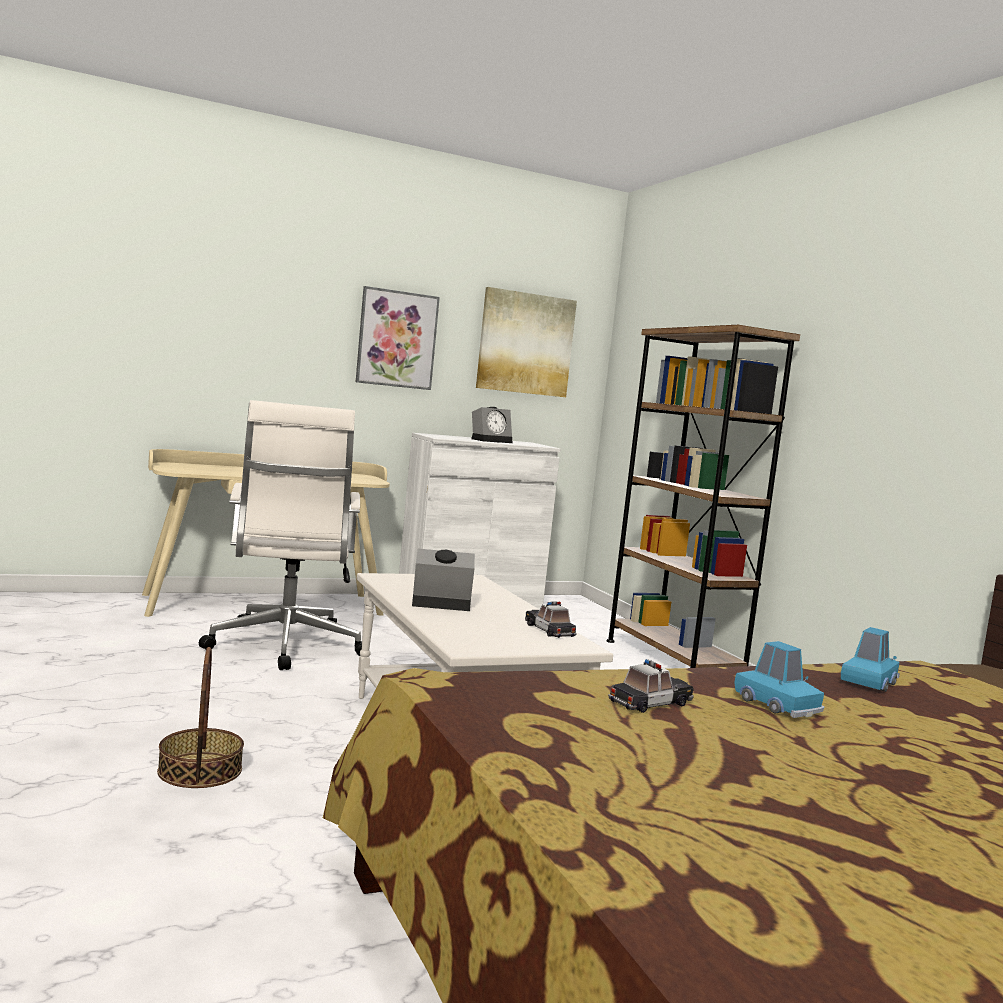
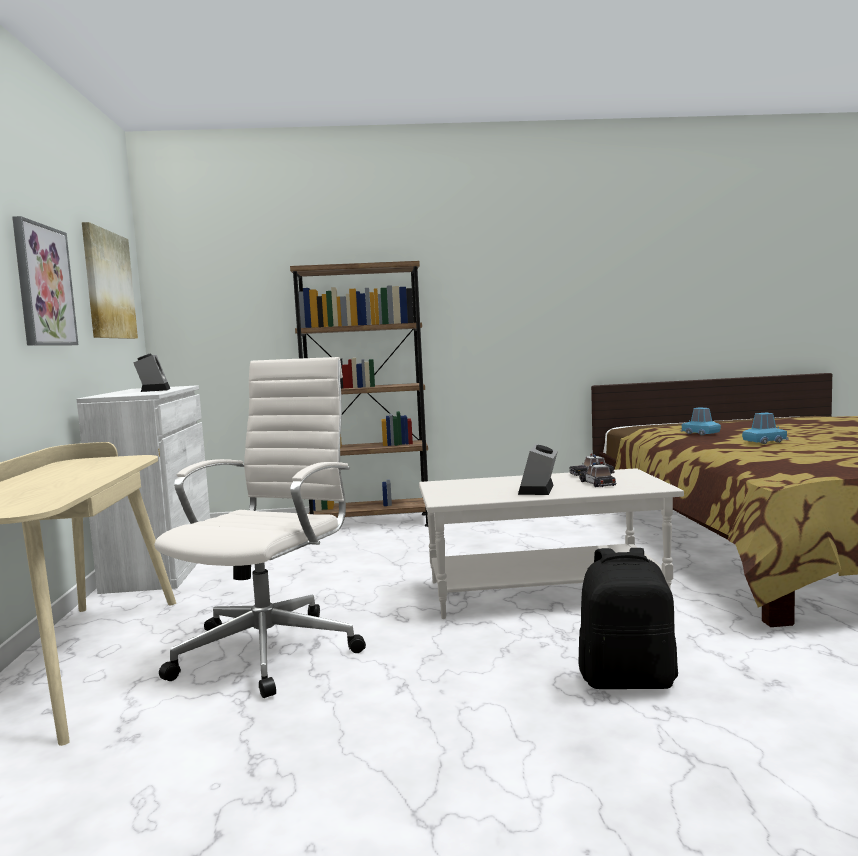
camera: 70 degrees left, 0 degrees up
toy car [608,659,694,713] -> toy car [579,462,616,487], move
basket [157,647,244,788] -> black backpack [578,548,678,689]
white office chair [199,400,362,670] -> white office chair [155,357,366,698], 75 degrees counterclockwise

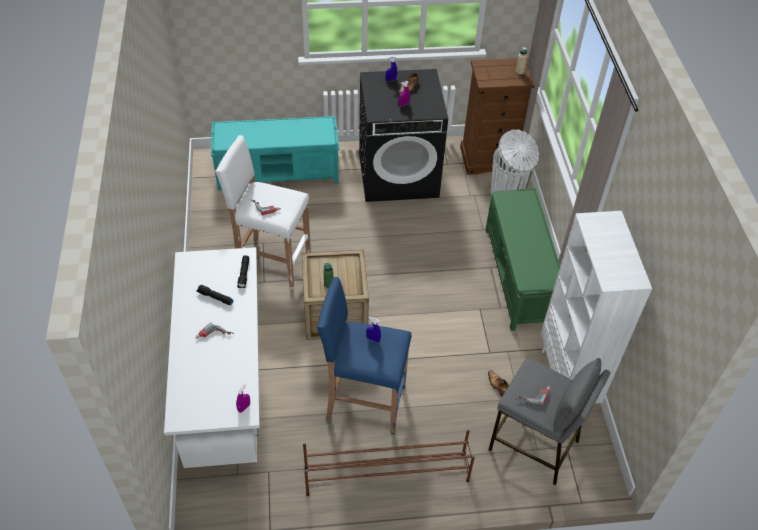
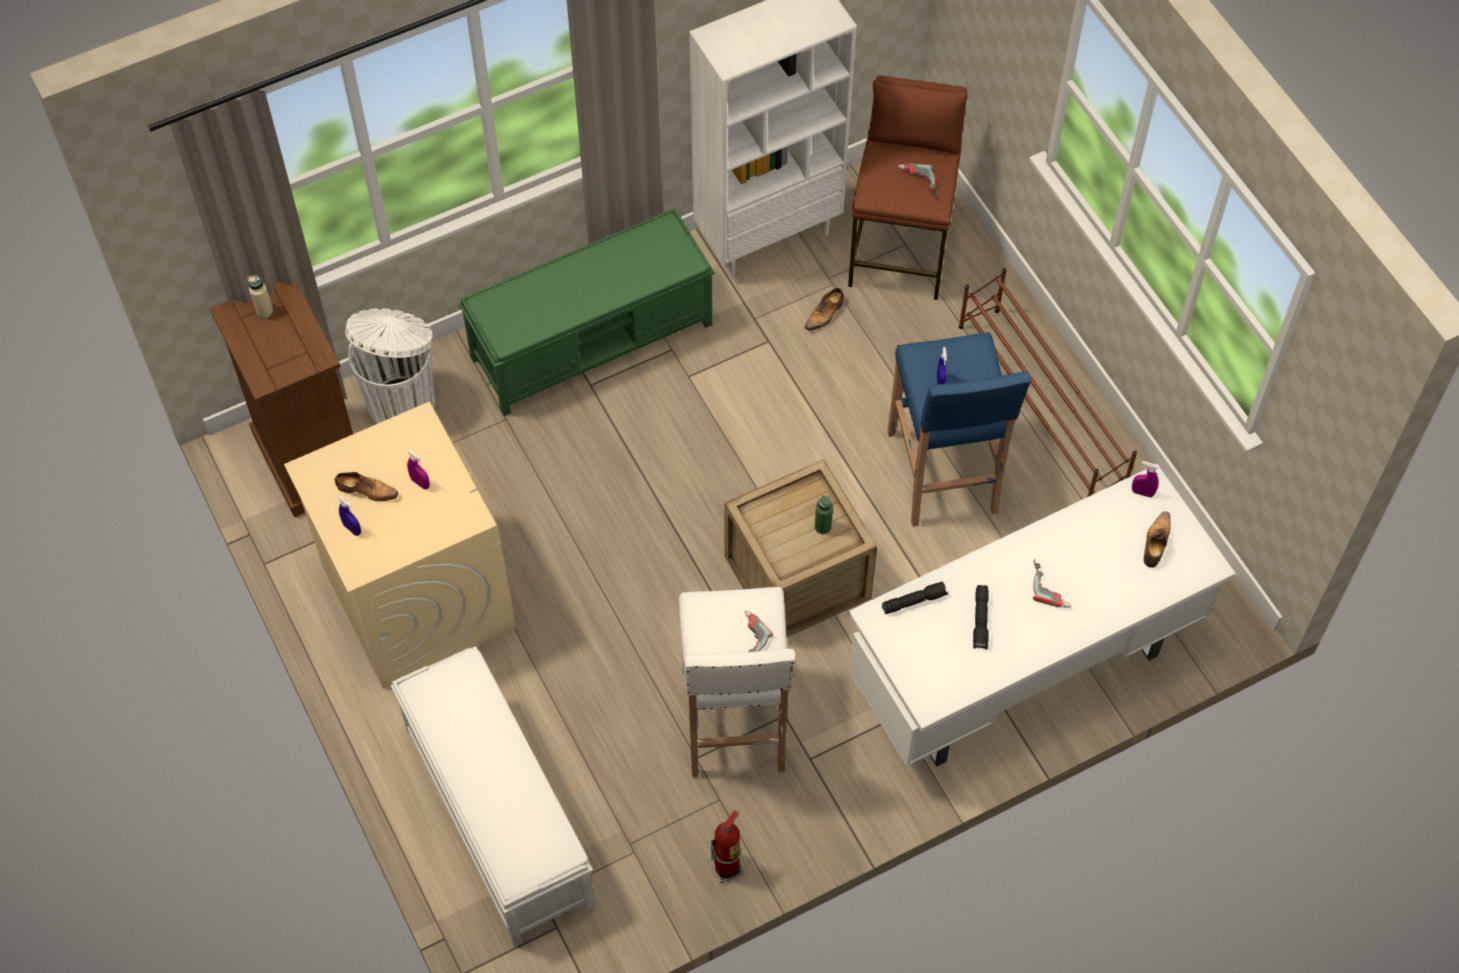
camera: 110 degrees left, 10 degrees up
none -> fire extinguisher [710,810,744,883]
none -> shoe [1144,511,1171,568]
turquoise bench [211,116,339,190] -> white bench [391,646,595,947]
black washing machine [359,69,448,202] -> beige washing machine [284,402,516,689]
grey stool [489,357,610,485] -> brown stool [848,75,968,300]

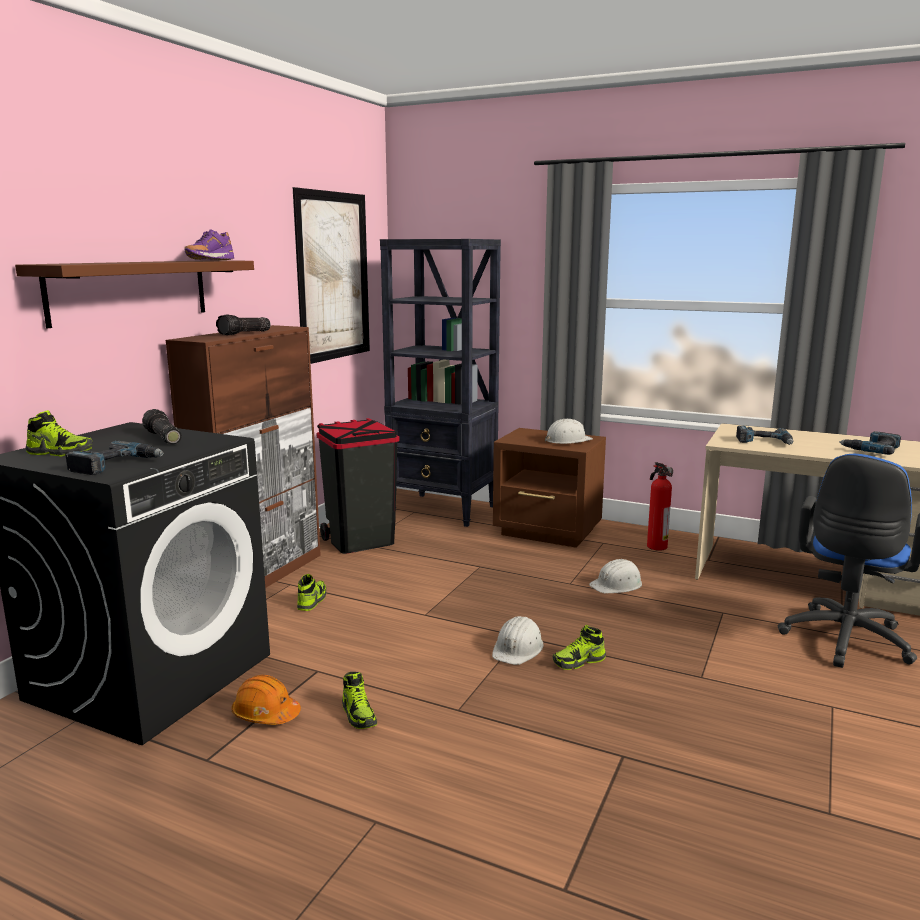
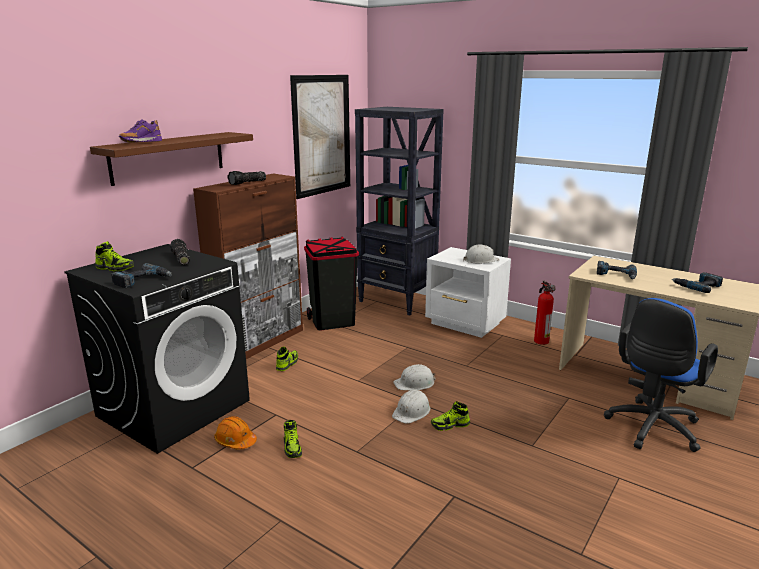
camera: 10 degrees right, 5 degrees up
purple shoe [185,229,234,260] -> purple shoe [119,119,162,143], move
white hard hat [589,559,642,593] -> white hard hat [394,364,435,390], move
brown nightstand [493,428,606,548] -> white nightstand [425,247,511,338]

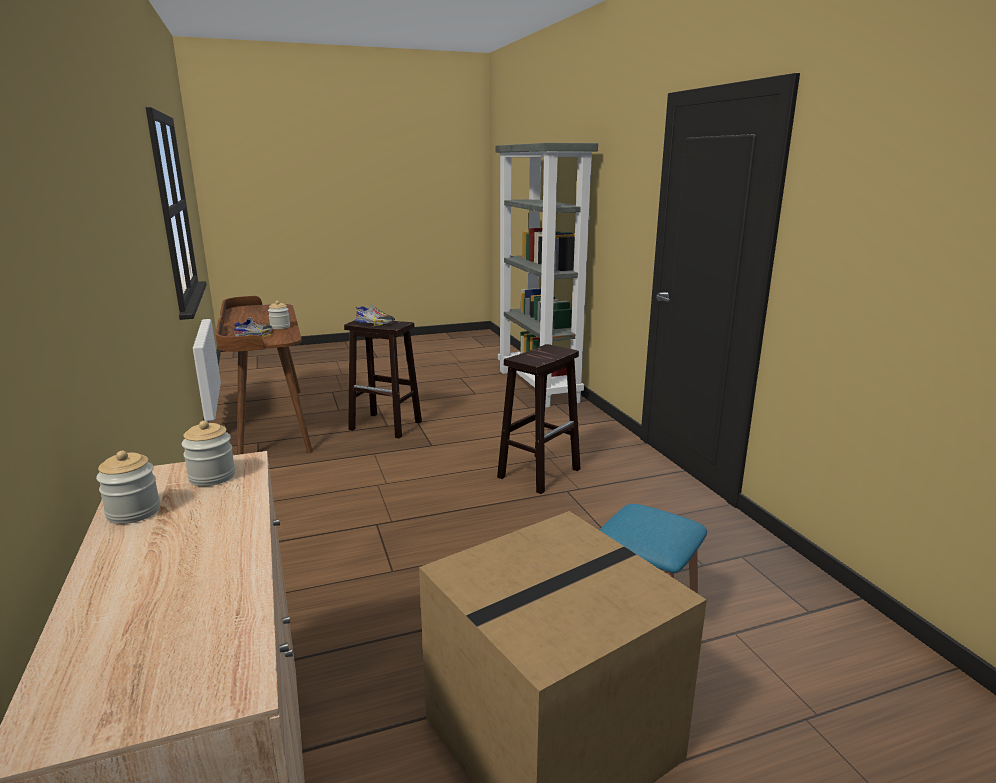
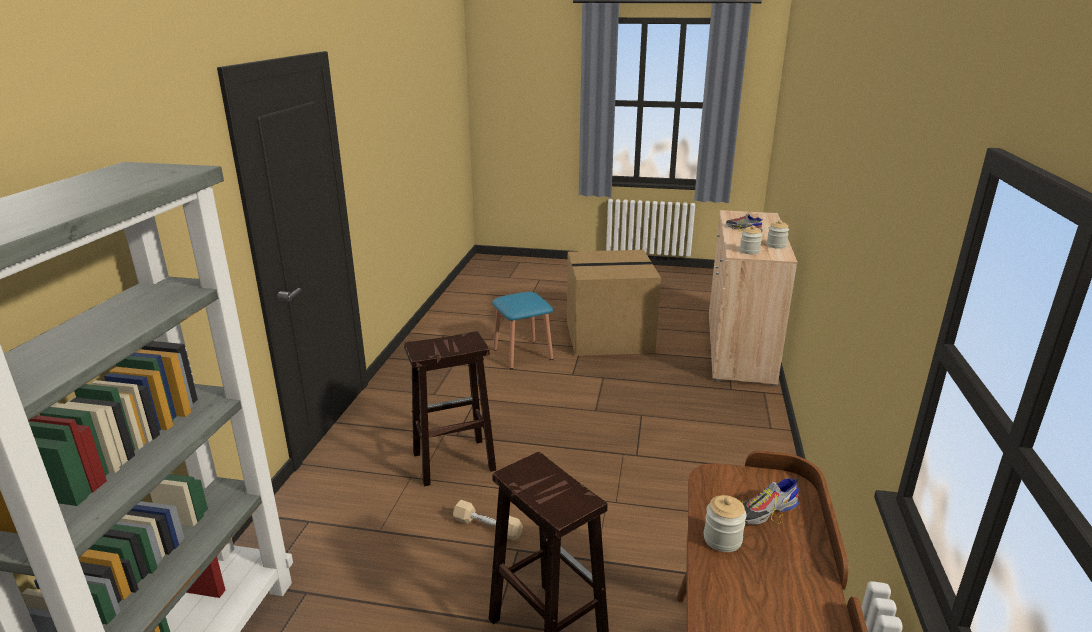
camera: 150 degrees left, 5 degrees up
none -> beige dumbbell [453,500,523,540]
shoe [356,305,395,326] -> shoe [726,213,763,232], move

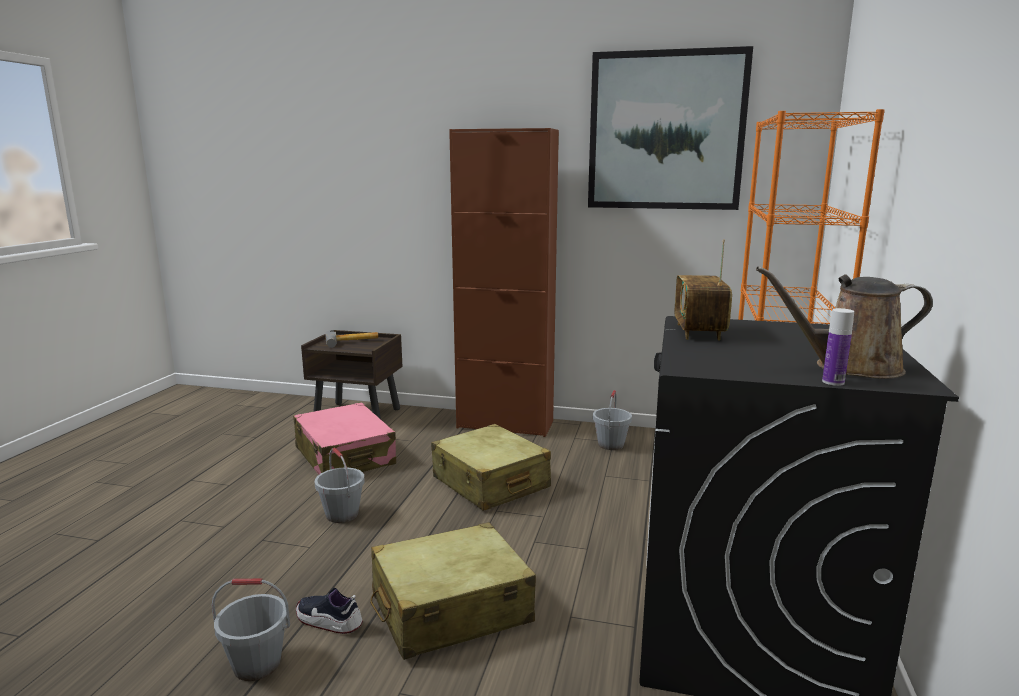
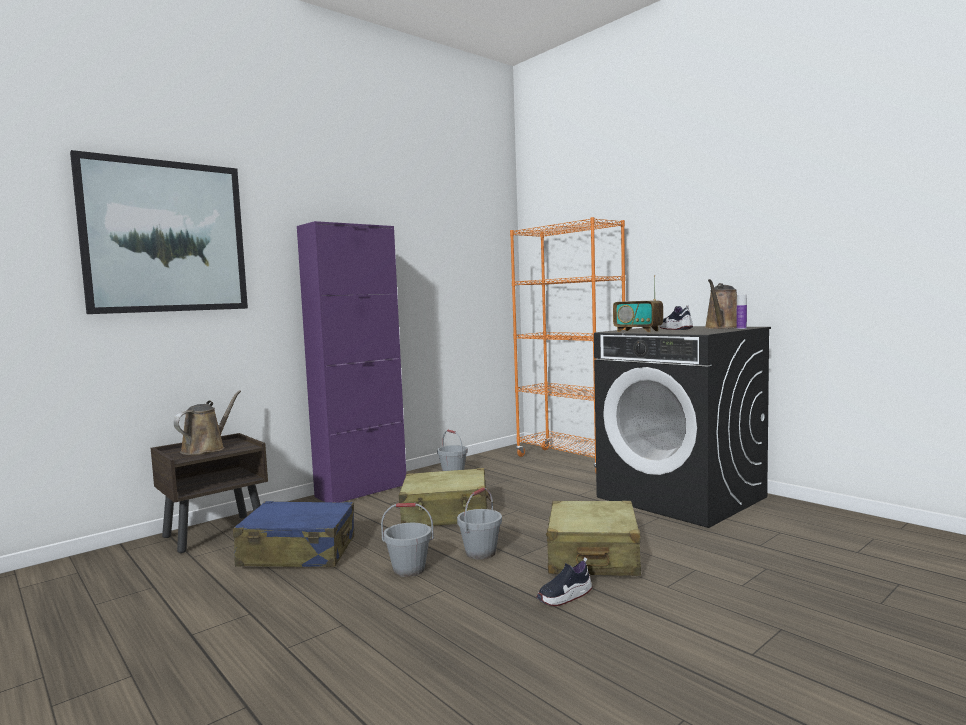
camera: 55 degrees left, 10 degrees down
none -> shoe [660,306,693,330]
grey bucket [212,579,290,681] -> grey bucket [457,487,502,559], move
picture [588,46,753,210] -> picture [70,150,248,314], move
hammer [325,330,378,348] -> brown watering can [173,390,241,455]
pink suitcase [293,402,396,475] -> blue suitcase [233,501,354,567]
brown cabinet [449,128,559,437] -> purple cabinet [297,221,406,502]

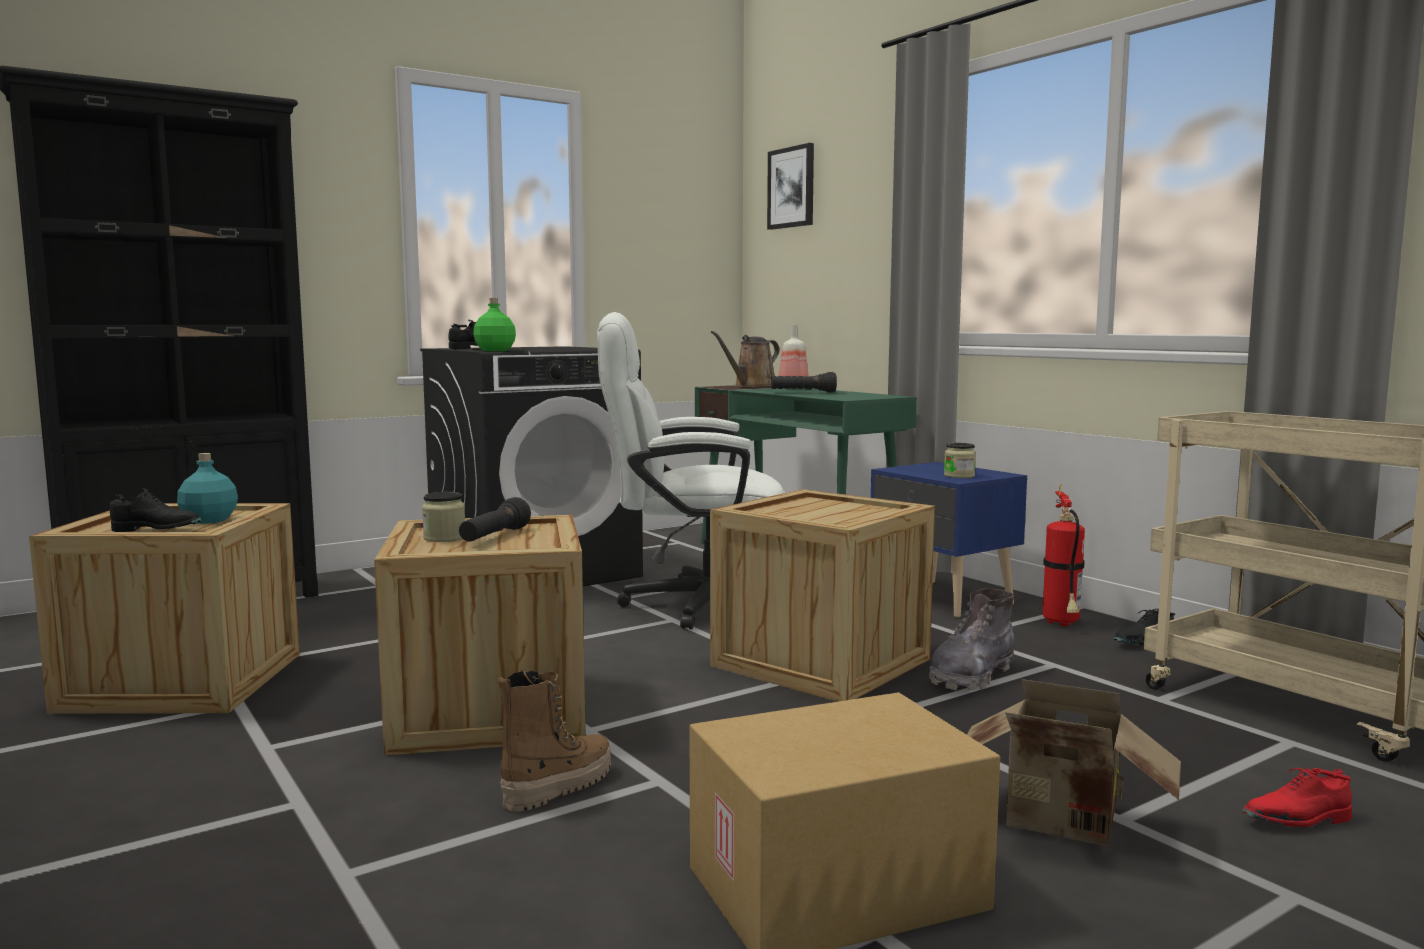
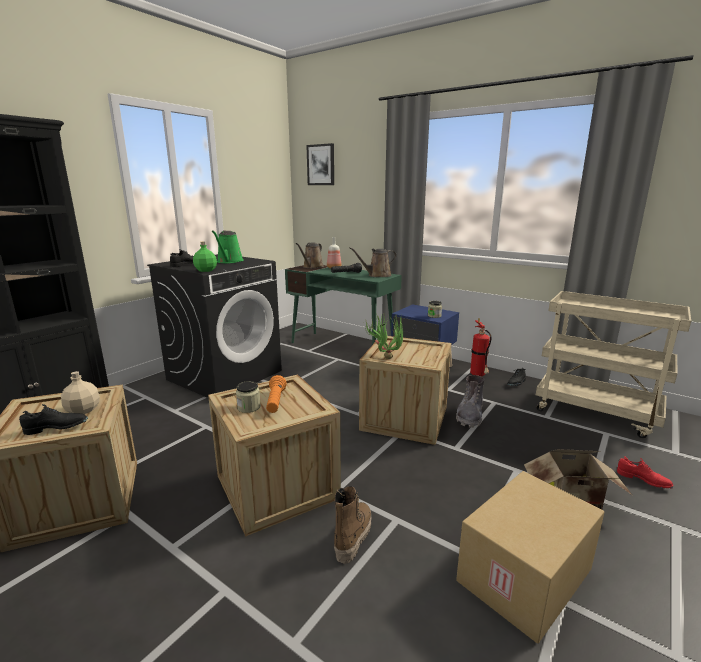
camera: 20 degrees left, 10 degrees up
white office chair [597,312,785,630] -> none
none -> green watering can [212,230,244,263]
none -> brown watering can [350,247,397,277]
none -> potted plant [365,312,403,359]
turquoise bottle [177,453,238,524] -> beige bottle [61,371,100,414]
black flashlight [459,497,531,542] -> orange flashlight [266,375,287,413]
red shoe [1242,768,1352,827] -> red shoe [617,456,674,489], 105 degrees counterclockwise

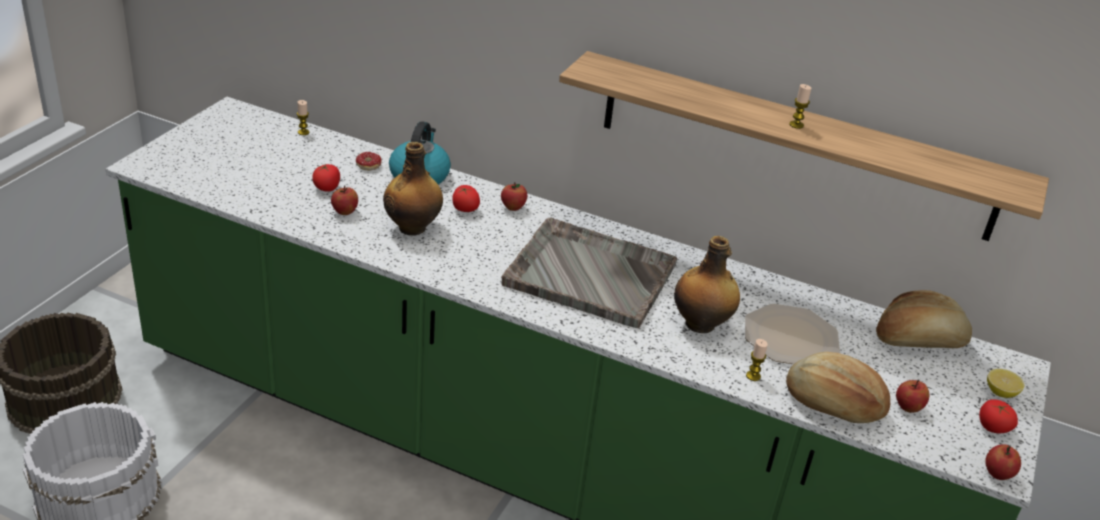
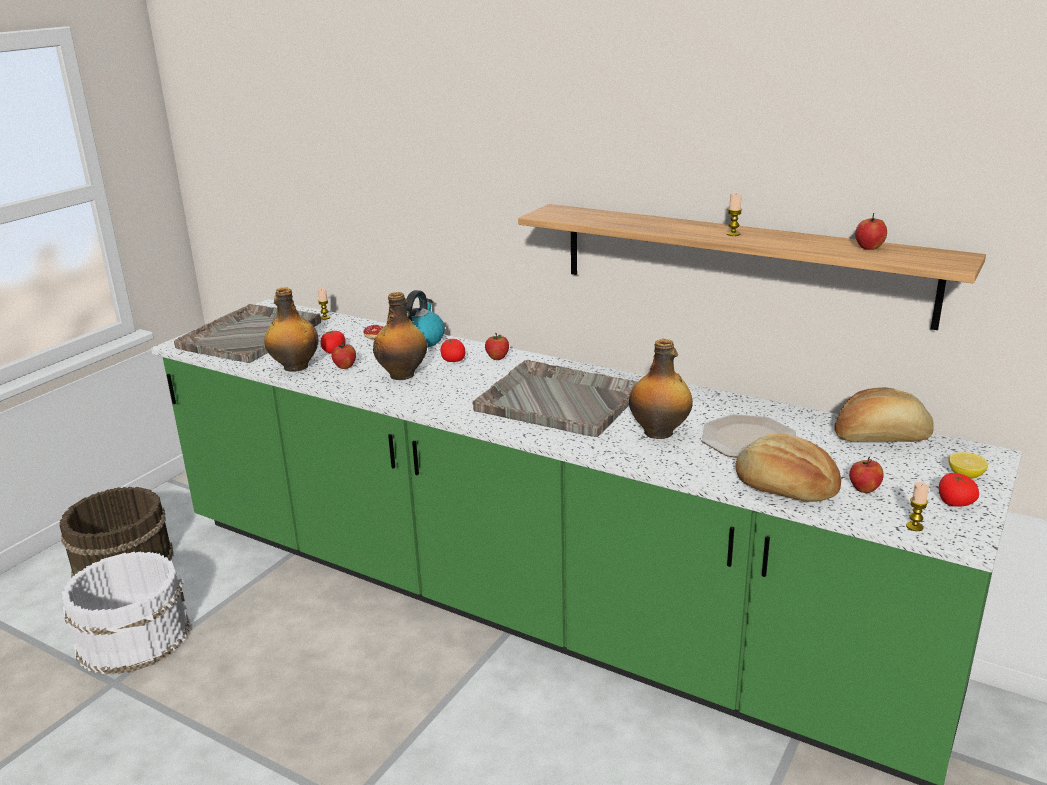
camera: 10 degrees right, 10 degrees down
none -> grey tray [174,304,321,363]
none -> bottle [264,287,318,372]
candle [746,339,768,381] -> candle [906,482,929,531], move
apple [985,444,1021,480] -> apple [855,213,887,250], move

